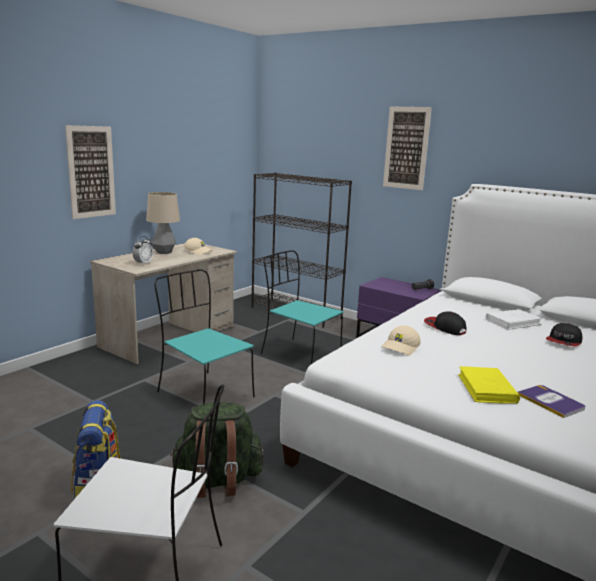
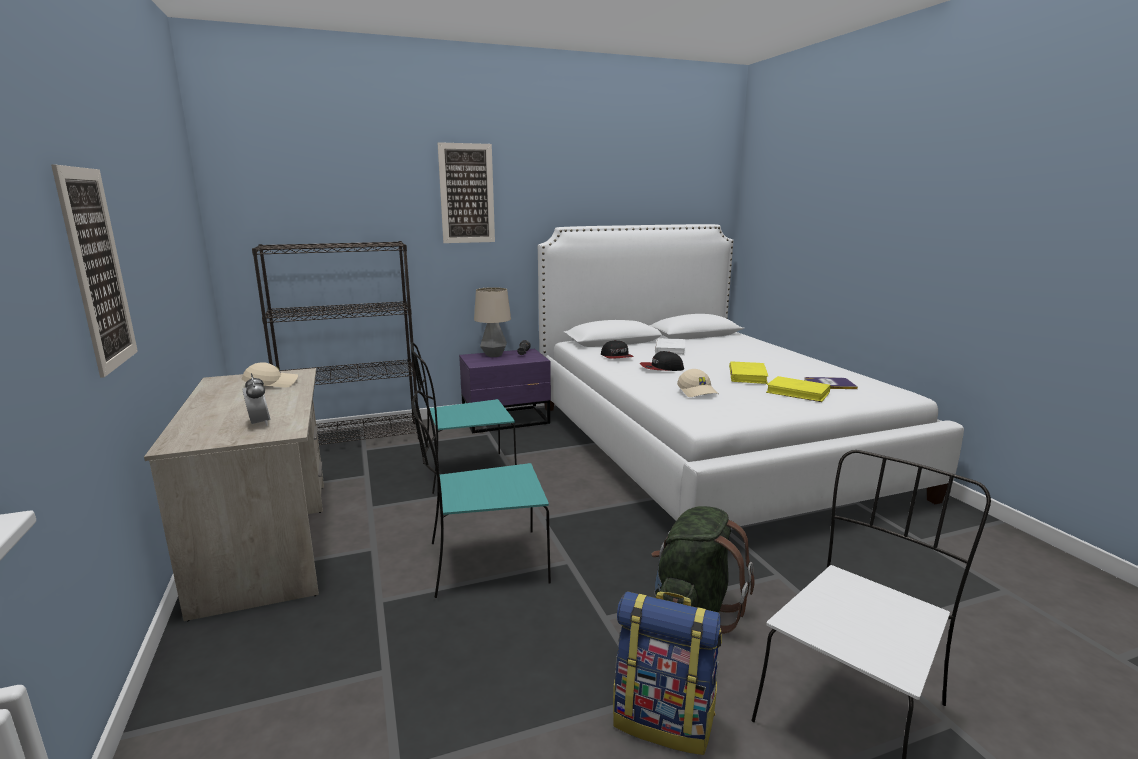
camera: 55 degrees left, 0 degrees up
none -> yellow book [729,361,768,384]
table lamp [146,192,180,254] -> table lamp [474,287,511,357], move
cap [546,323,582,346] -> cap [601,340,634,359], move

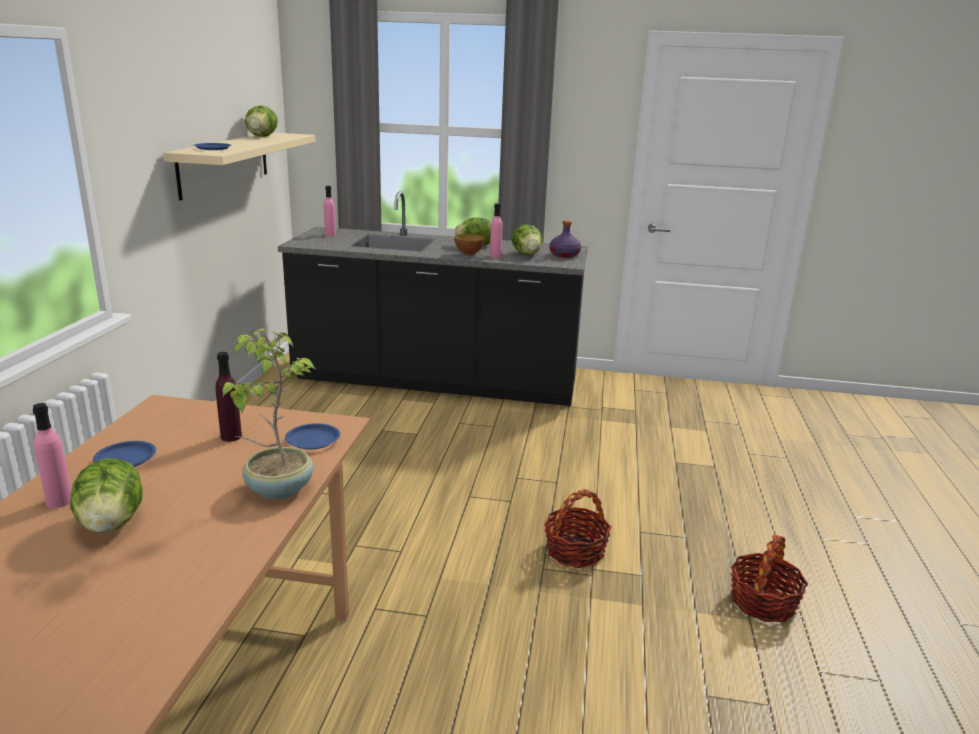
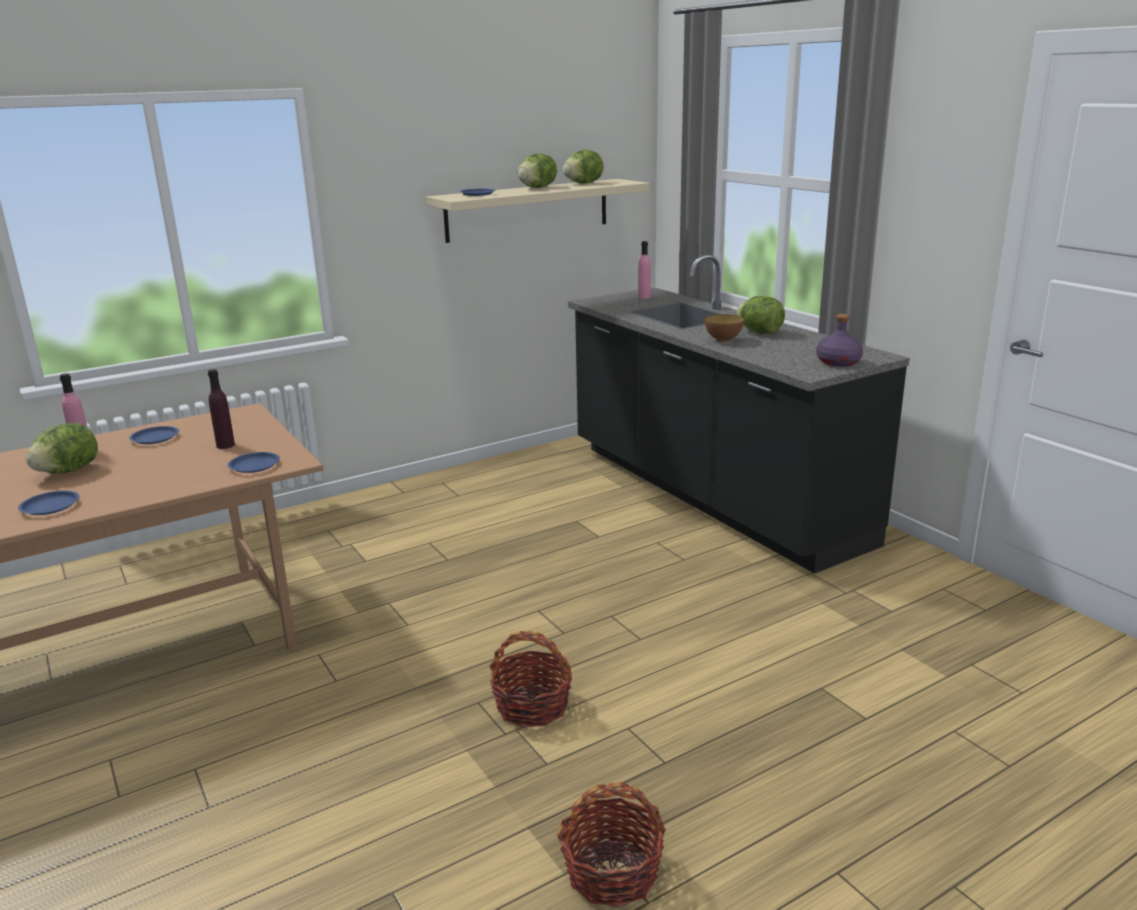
camera: 50 degrees right, 0 degrees up
potted plant [222,329,315,500] -> none
pink bottle [490,203,502,258] -> none
none -> blue plate [18,491,79,515]
lettuce [512,224,542,255] -> lettuce [518,153,557,188], move

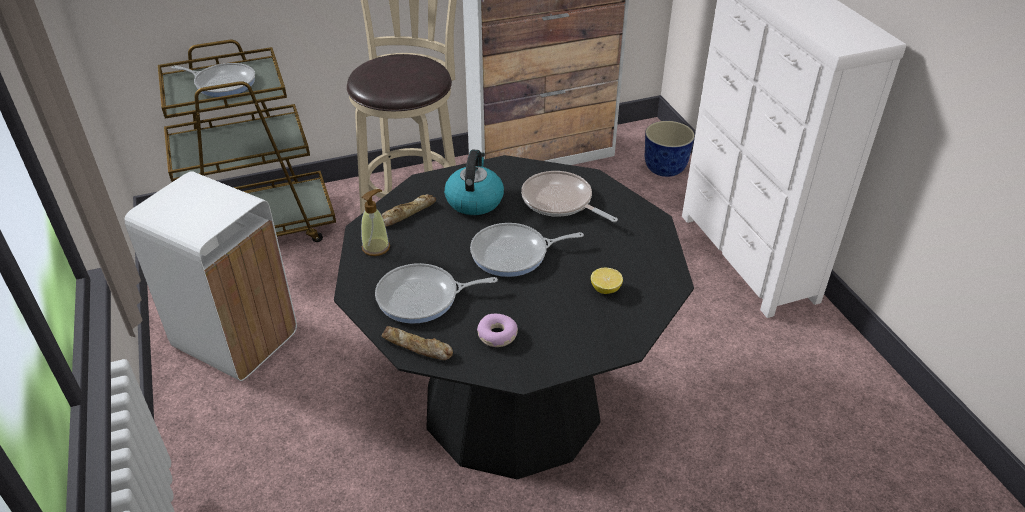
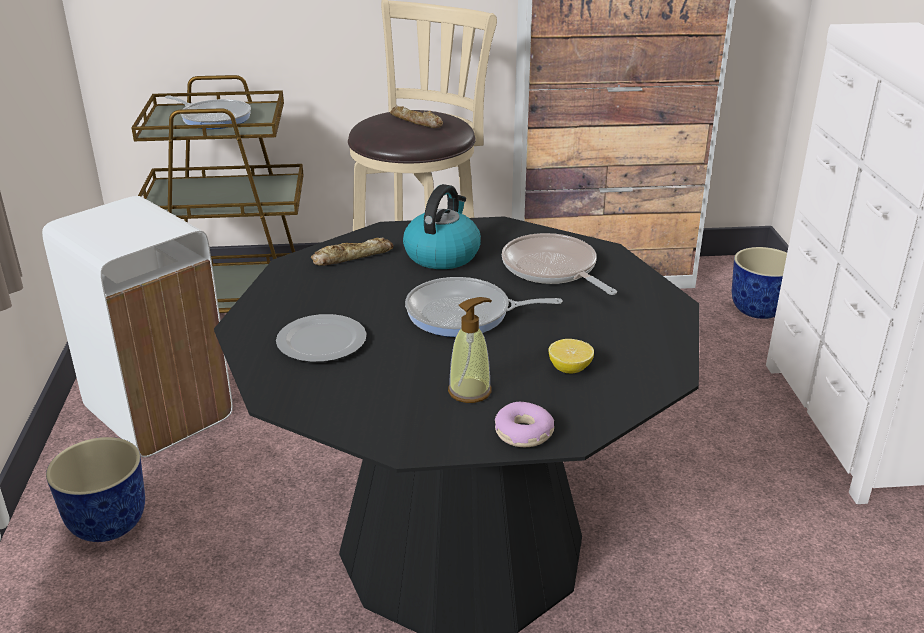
camera: 15 degrees right, 10 degrees down
none -> planter [46,437,145,542]
soap dispenser [361,189,390,256] -> soap dispenser [448,297,492,403], move
bread [382,326,453,360] -> bread [390,106,443,128], move
donut [477,314,518,347] -> donut [495,402,554,447], move
frying pan [375,263,498,324] -> plate [276,314,367,362]

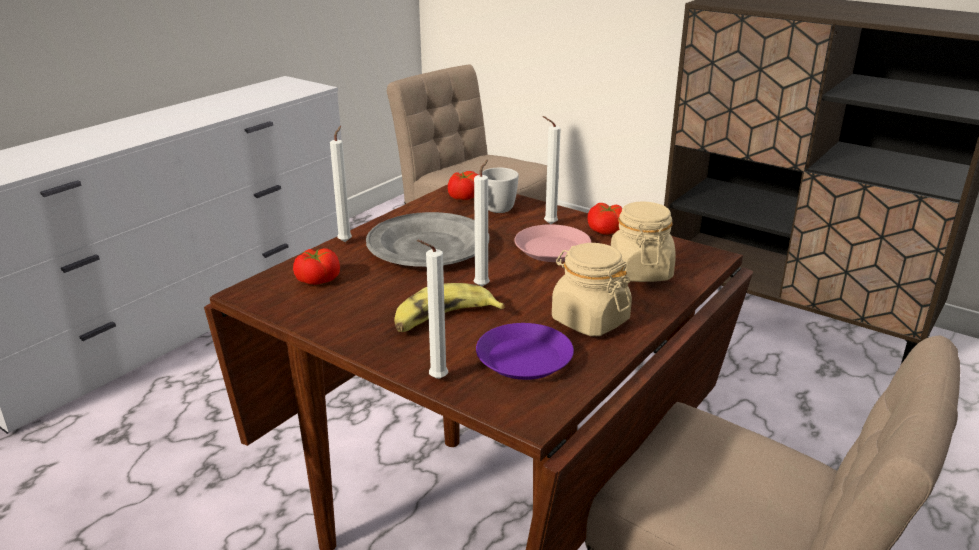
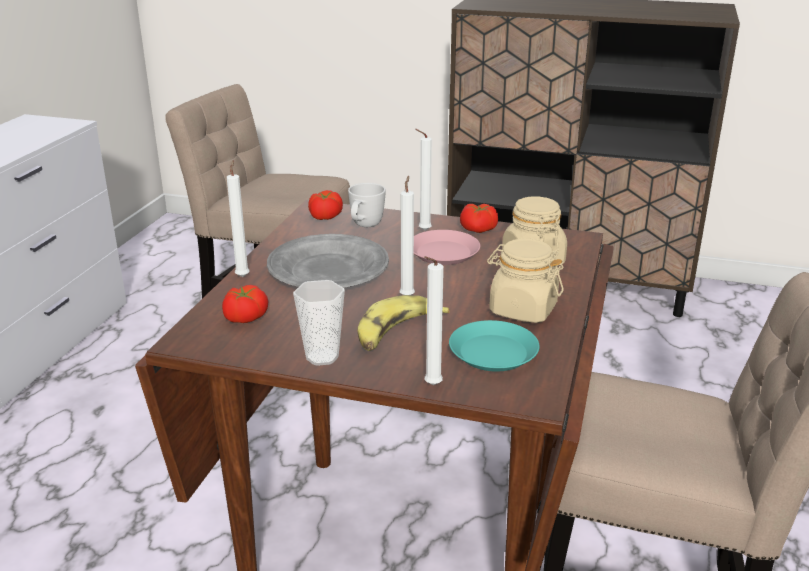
camera: 20 degrees left, 0 degrees up
none -> cup [293,280,345,366]
purple plate [476,323,574,380] -> turquoise plate [449,320,540,372]

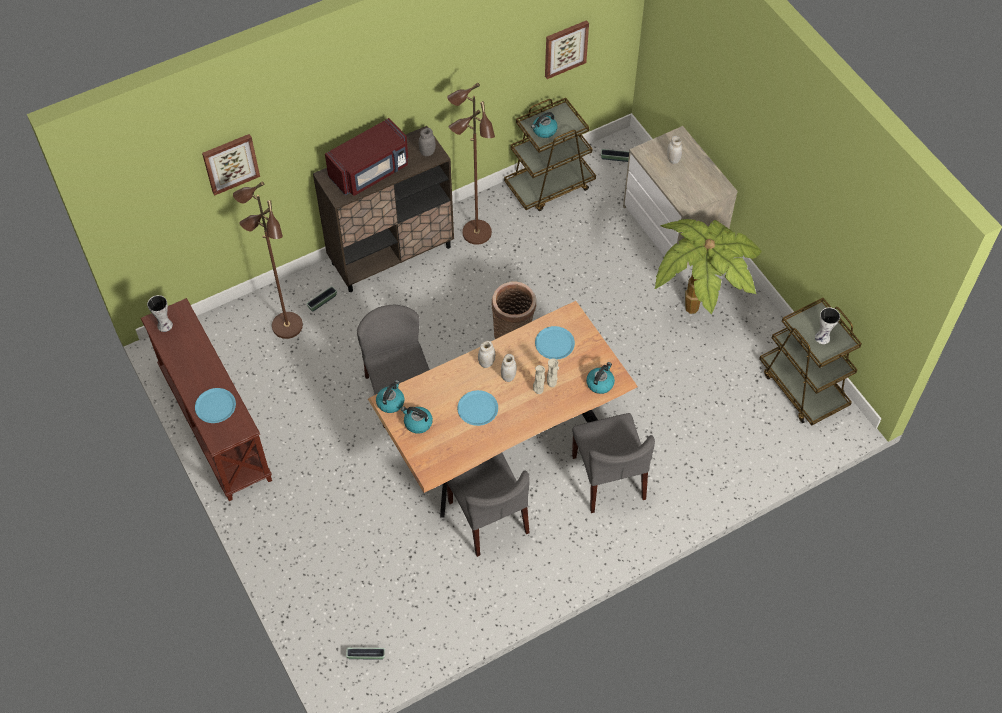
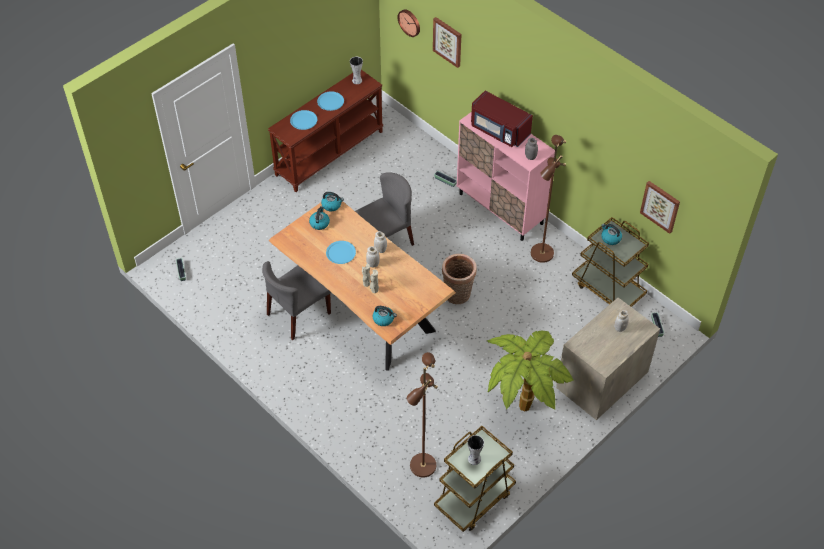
camera: 75 degrees right, 5 degrees down
grey chair [572,413,655,513] -> none
none -> wall clock [398,9,420,37]
brown floor lamp [233,181,303,339] -> brown floor lamp [407,352,438,477], move
blue plate [535,326,575,359] -> blue plate [317,91,344,111], move
brown cabinet [313,126,454,292] -> pink cabinet [457,112,555,241]

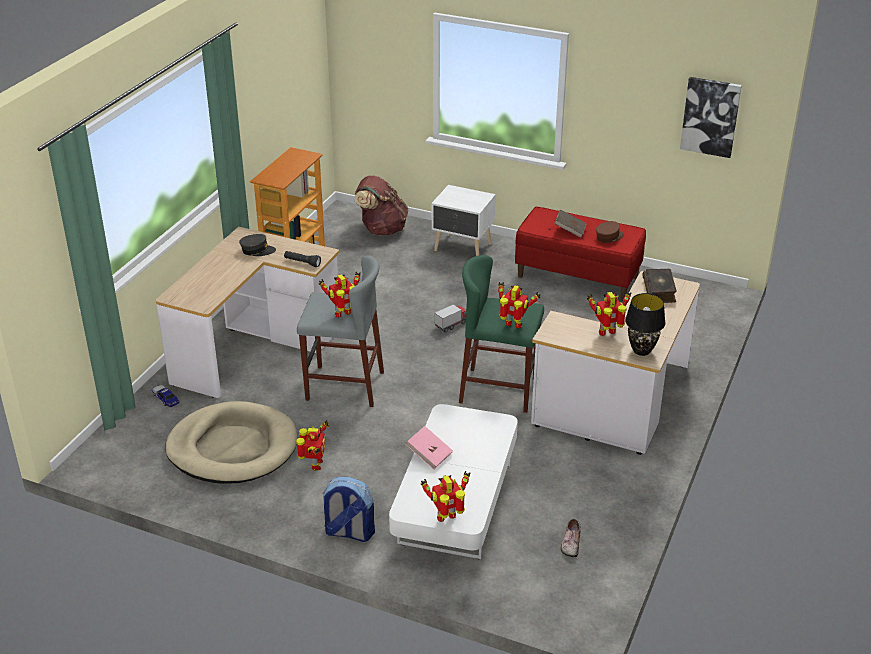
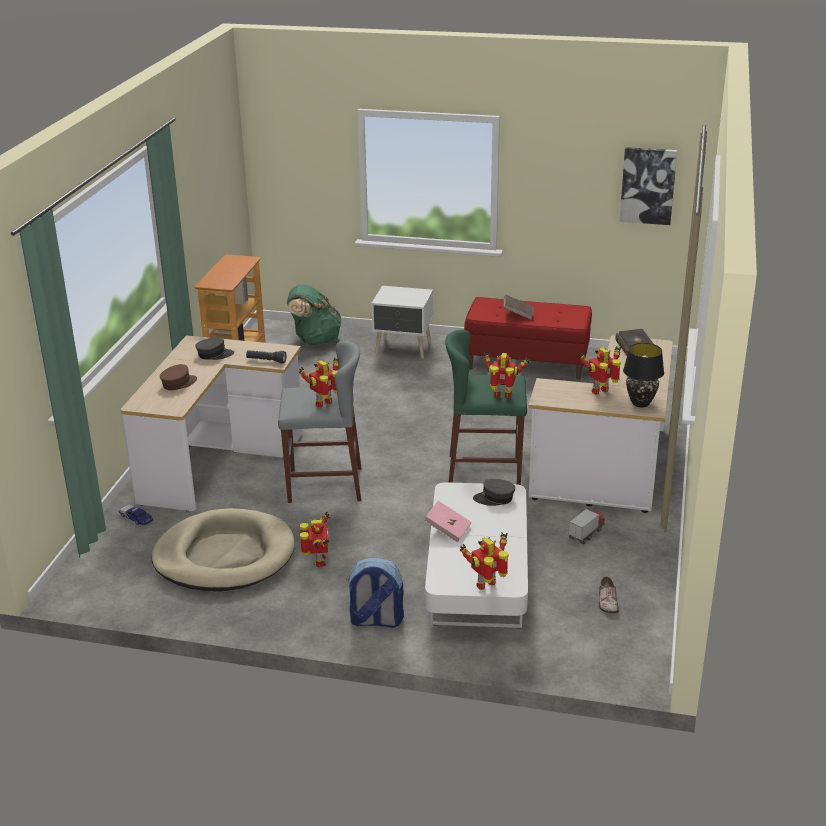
camera: 10 degrees left, 5 degrees down
none -> grey cap [473,479,515,506]
toy truck [434,304,466,333] -> toy truck [569,509,605,544], move
brown cap [596,221,624,243] -> brown cap [160,364,197,390], move
brown backpack [355,176,409,235] -> green backpack [287,284,341,345]

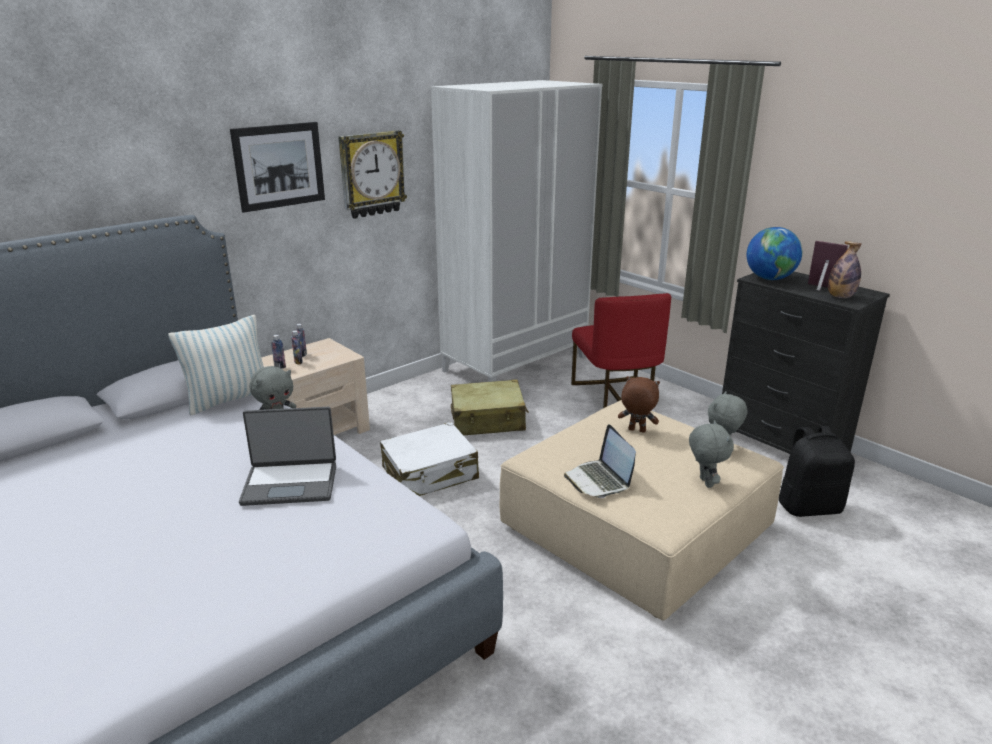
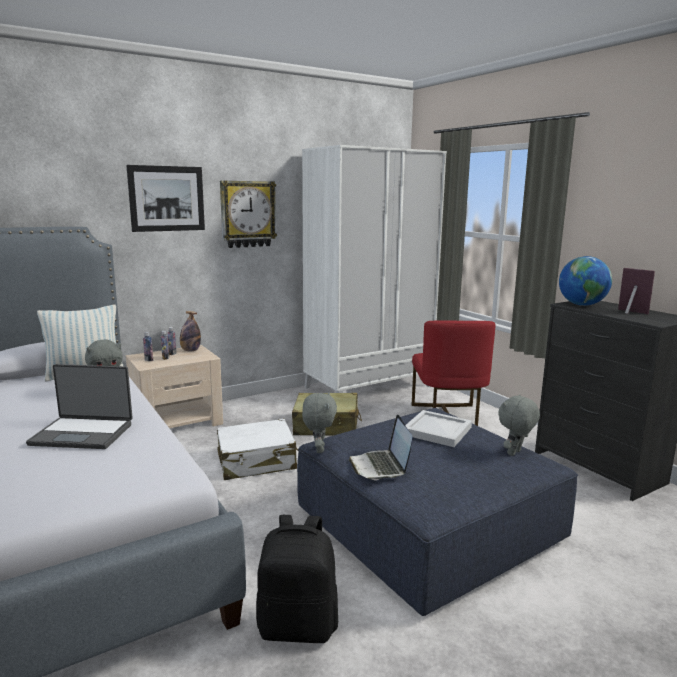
camera: 10 degrees right, 10 degrees down
grey plush toy [689,420,734,488] -> grey plush toy [302,392,337,453], move
black backpack [779,426,855,517] -> black backpack [256,515,338,643], move
bottle [828,241,862,298] -> bottle [180,311,201,352], move
brown plush toy [618,376,660,433] -> white tray [405,410,472,447]
beige ottoman [500,400,784,621] -> blue ottoman [297,408,578,616]

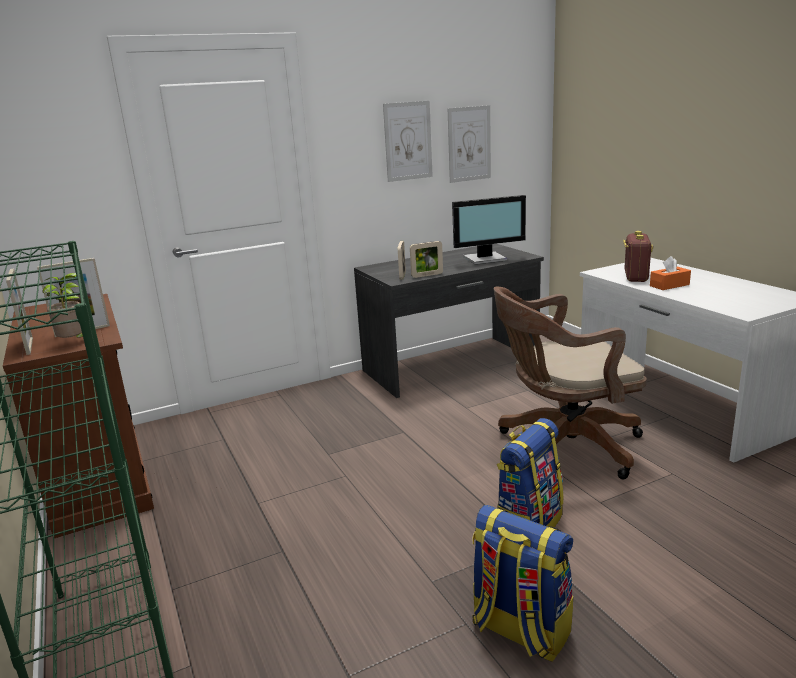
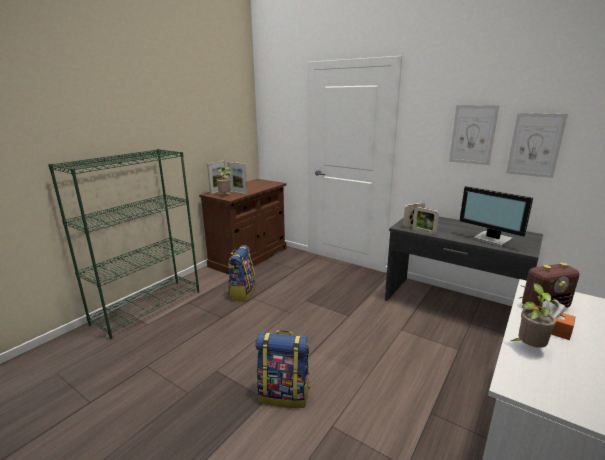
camera: 60 degrees right, 0 degrees up
brown office chair [493,287,647,479] -> none
none -> potted plant [511,283,558,348]
backpack [472,505,573,662] -> backpack [228,245,256,301], move

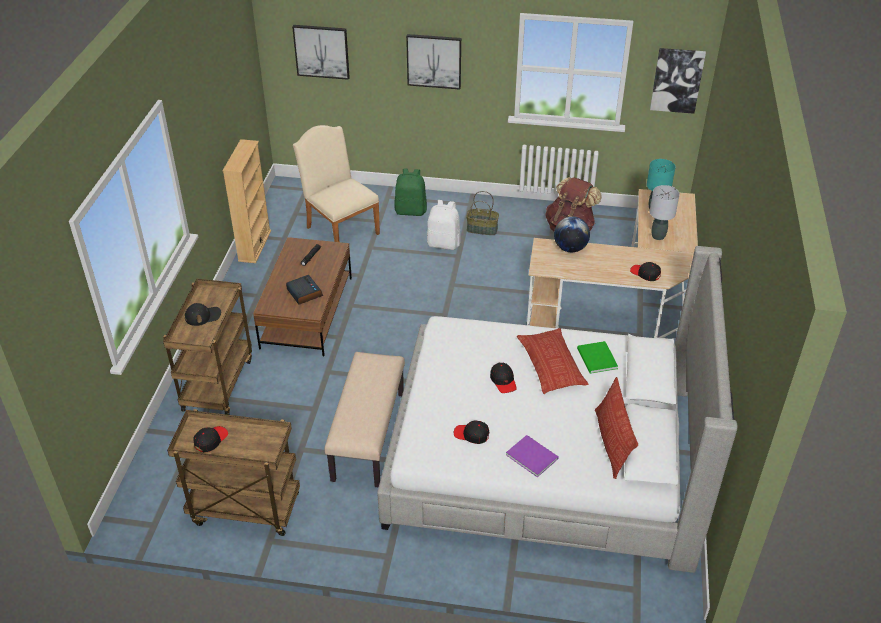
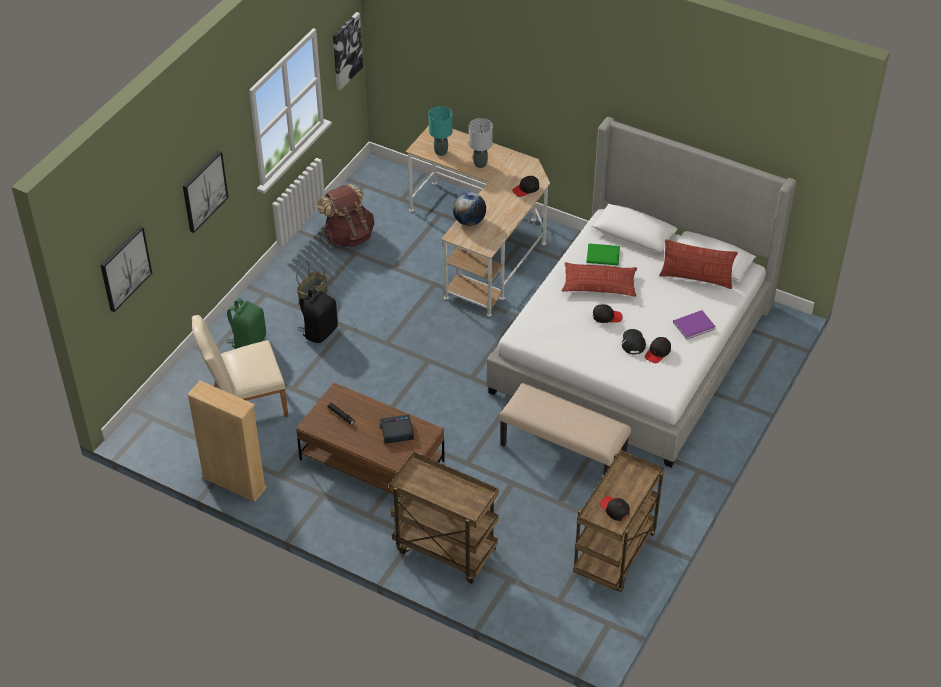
camera: 70 degrees left, 5 degrees up
black cap [185,303,221,326] -> black cap [622,329,646,355], move
white backpack [427,200,461,250] -> black backpack [298,287,338,343]

